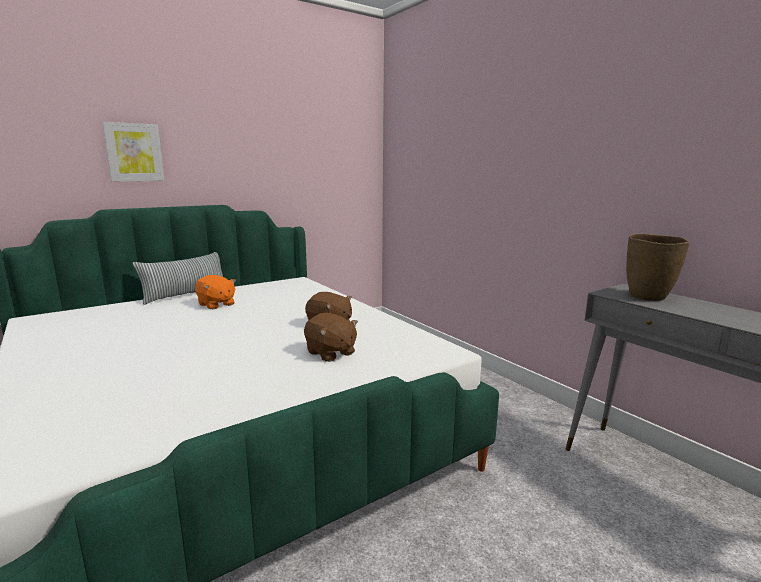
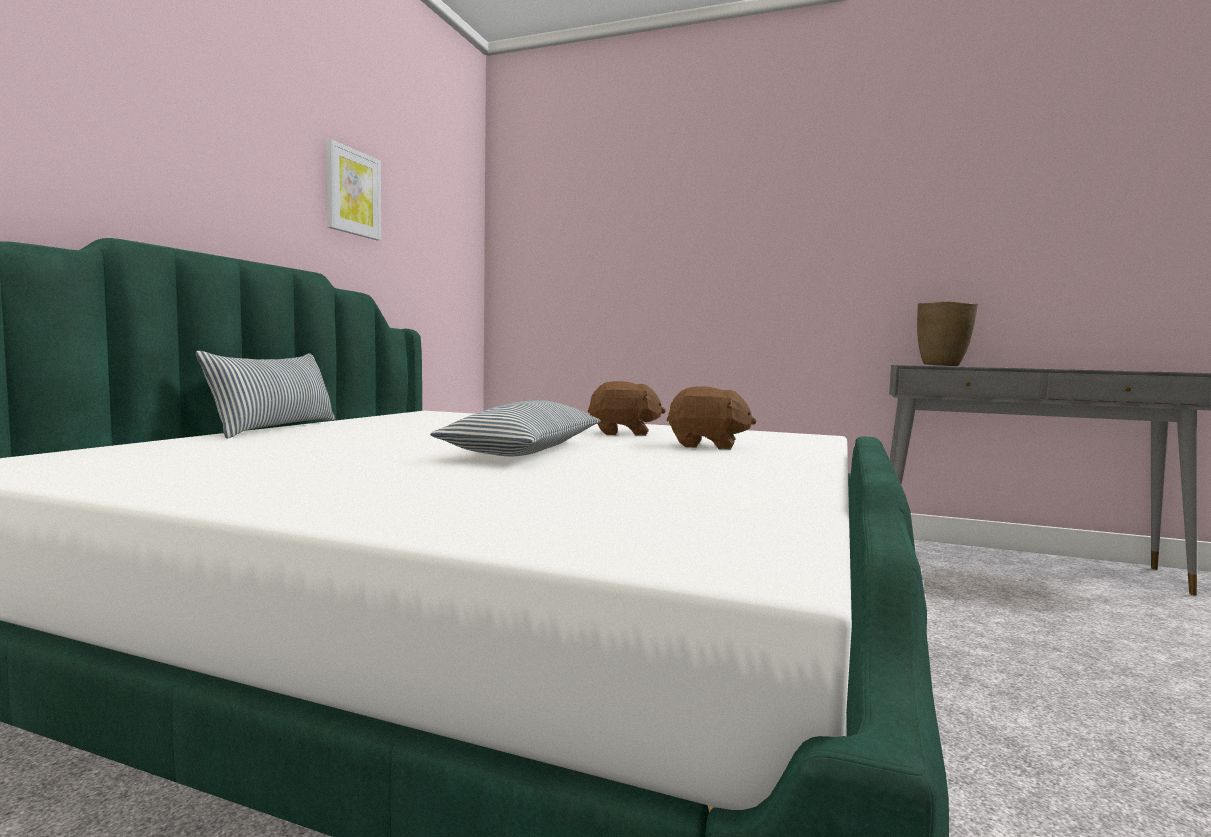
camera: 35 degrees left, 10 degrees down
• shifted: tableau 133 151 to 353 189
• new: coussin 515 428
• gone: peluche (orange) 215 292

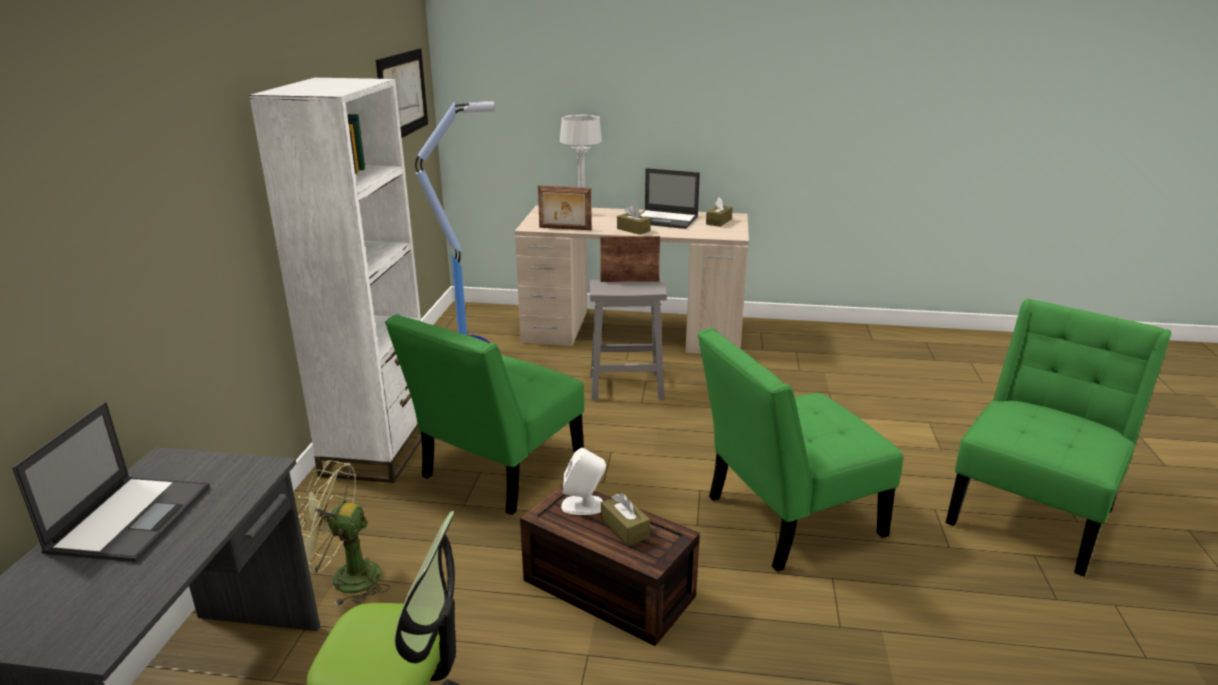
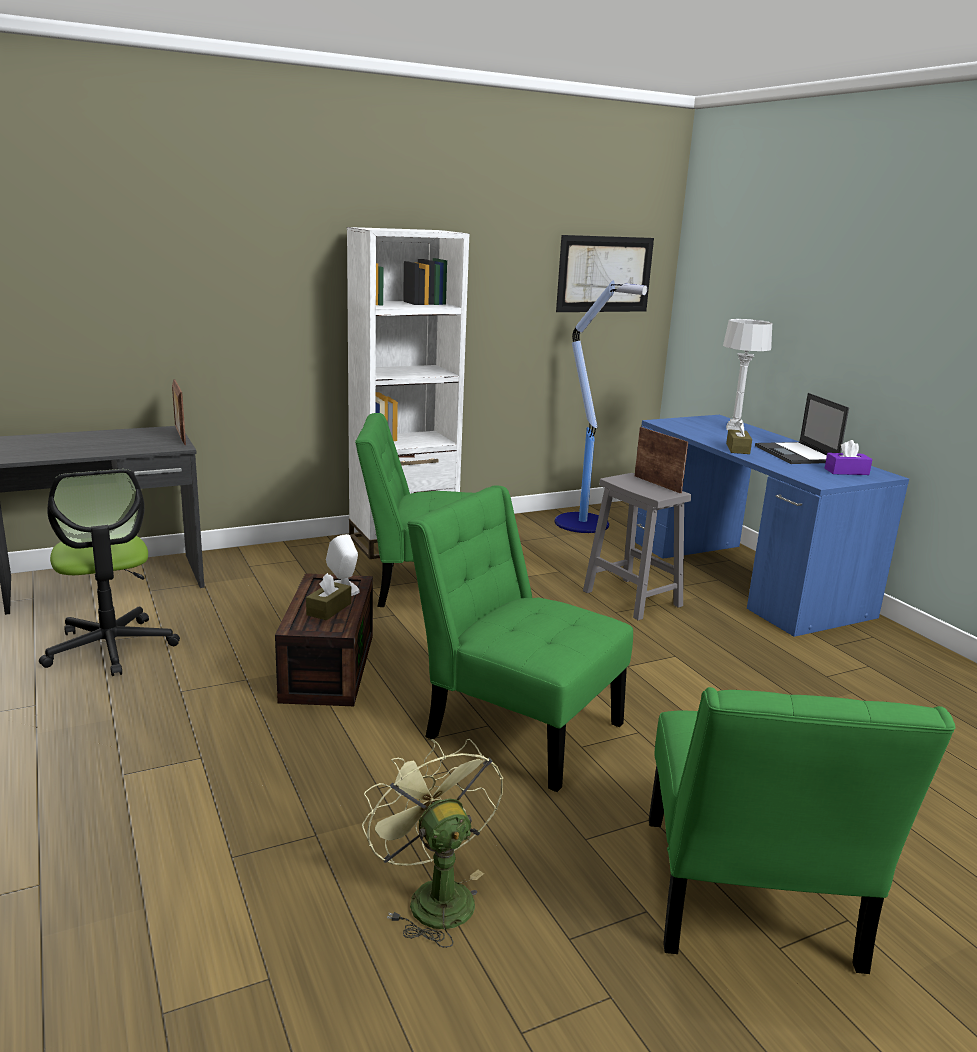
camera: 55 degrees right, 5 degrees down
• shifted: cadre photo 565 207 to 179 412
• shifted: ventilateur (vert) 344 533 to 432 843
• repainted: bureau (beige) 632 280 to bureau (bleu) 772 526
• rotated: chaise (vert) 1059 438 = 802 830 90 degrees clockwise
• repainted: boîte à mouchoirs (marron) 719 212 to boîte à mouchoirs (violet) 849 457
• gone: ordinateur portable 111 481

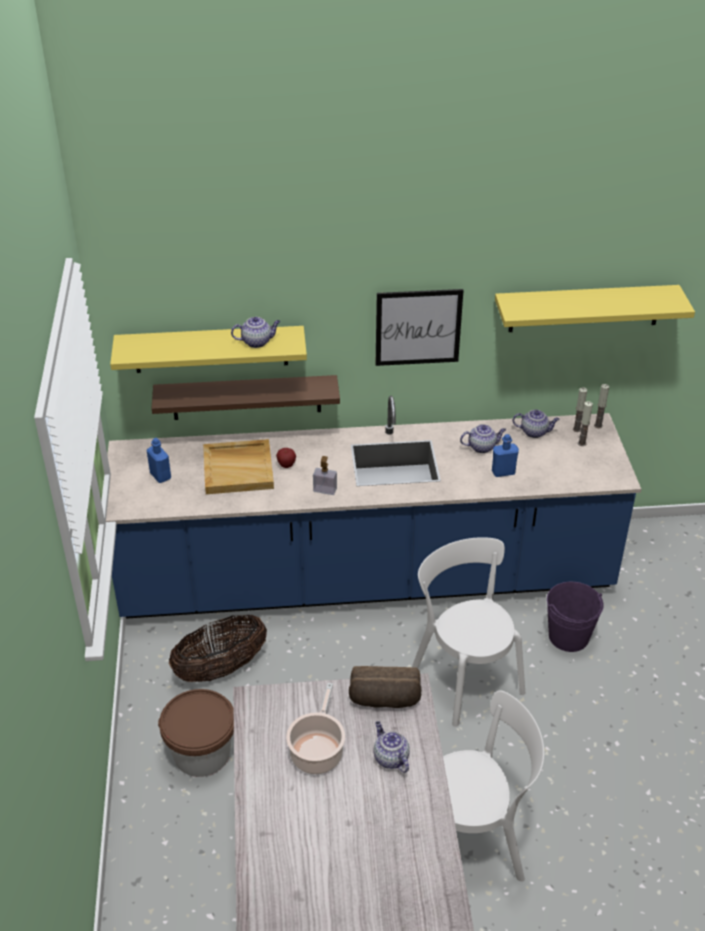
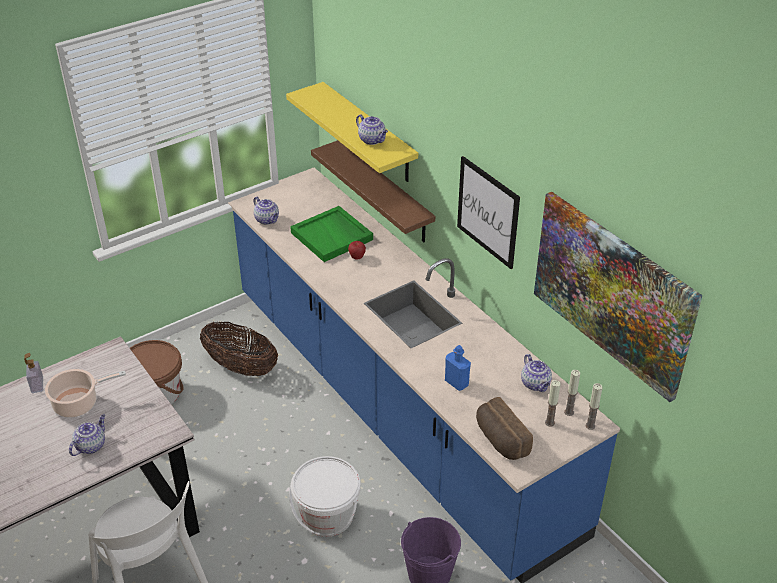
camera: 60 degrees right, 0 degrees up
• shifted: distributeur de savon 325 475 to 33 373
• shifted: théière 483 438 to 266 211
• swapped: chaise (blanc) 468 632 to seau (blanc) 325 496
• repainted: plateau (beige) 238 466 to plateau (vert) 331 234
• shifted: pain 385 687 to 504 428
• swapped: étagère (jaune) 595 308 to tableau 618 297
• gone: bouteille (bleu) 159 460

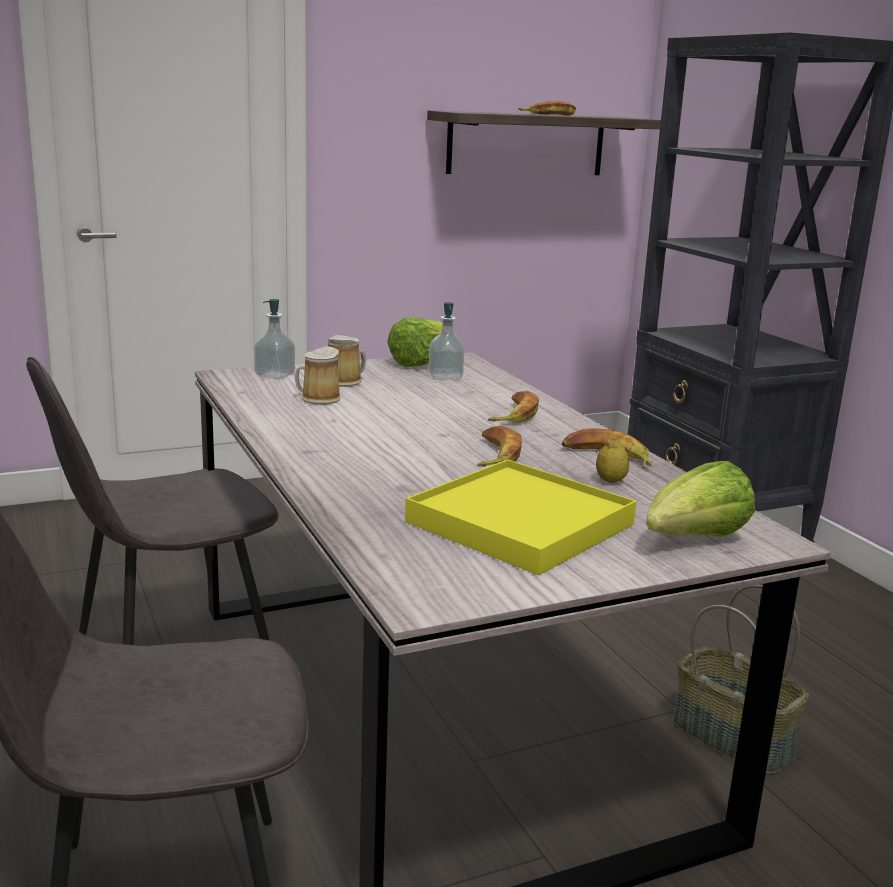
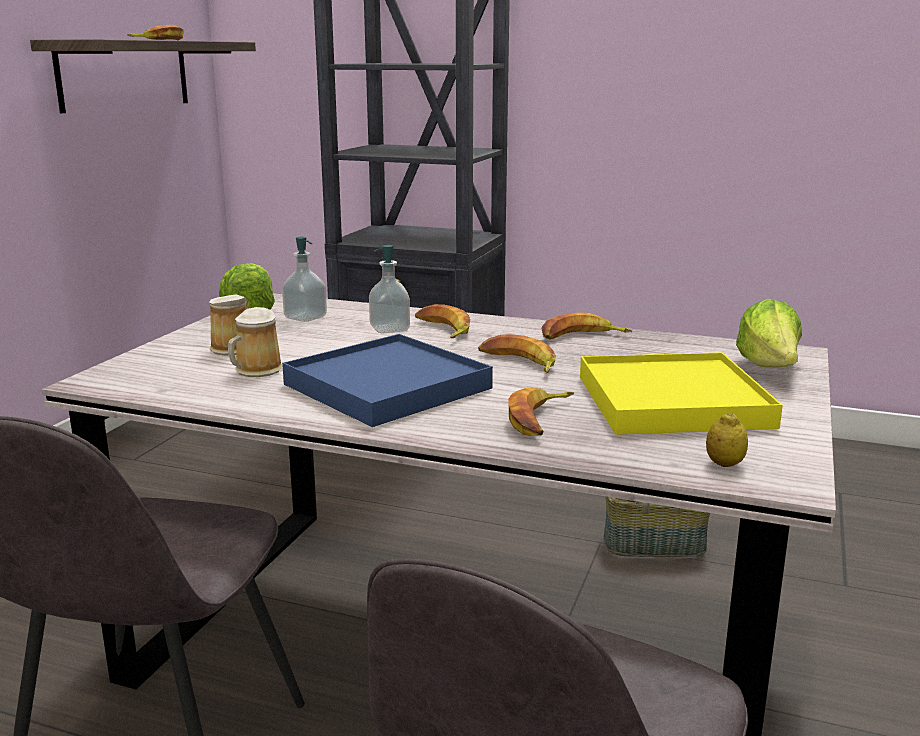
camera: 45 degrees left, 0 degrees up
• new: plateau (bleu) 387 380
• shifted: distributeur de savon 274 339 to 389 289
• new: banane 541 411
• shifted: citron 612 460 to 727 439

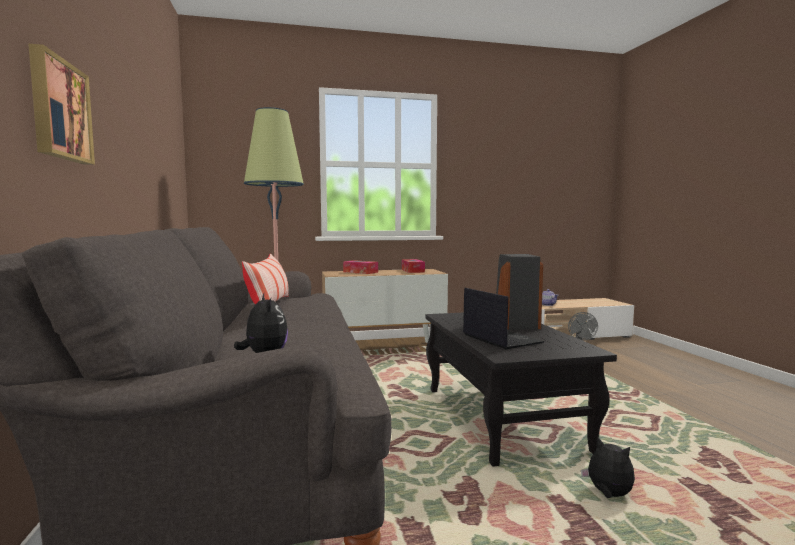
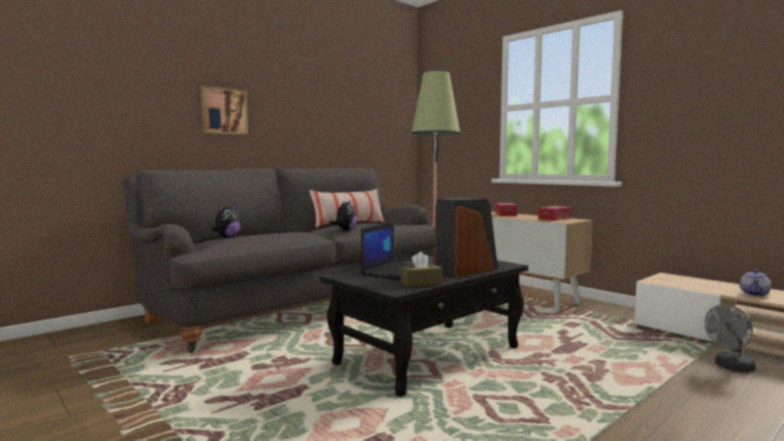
camera: 60 degrees right, 0 degrees up
• shifted: peluche 608 467 to 343 215
• new: boîte à mouchoirs (marron) 421 269

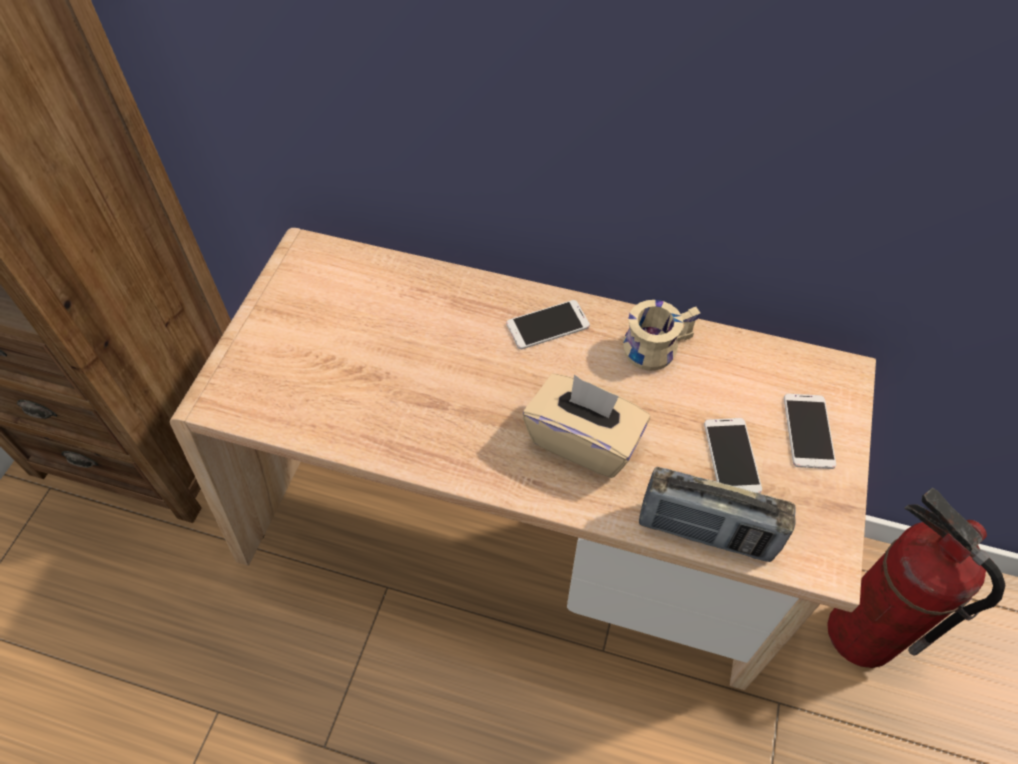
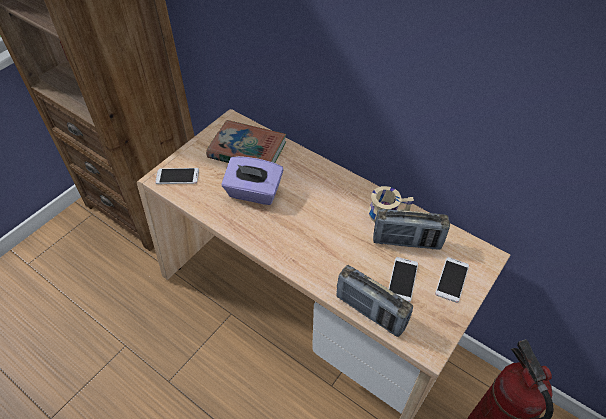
camera: 20 degrees right, 5 degrees down
• shifted: téléphone 548 324 to 177 176
• new: livre 246 141
• new: boîte à mouchoirs (violet) 252 180
• new: radio 411 229
• gone: boîte à mouchoirs (beige) 586 425

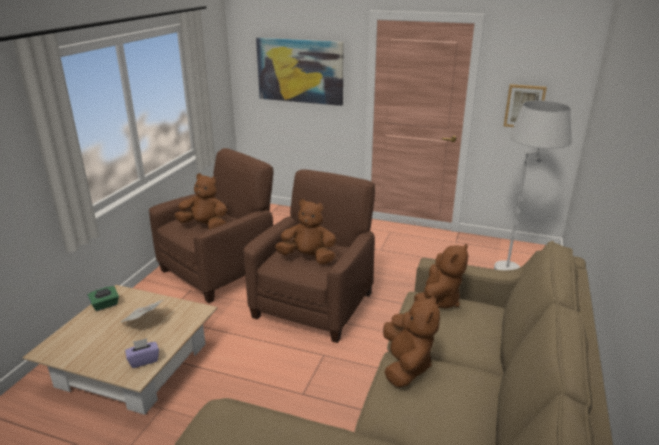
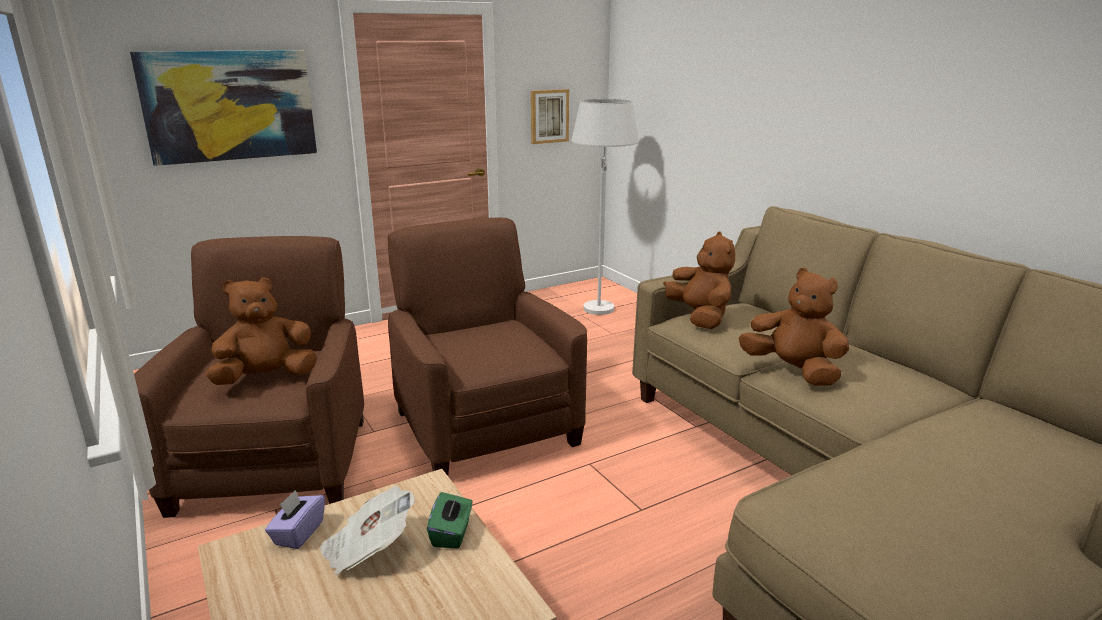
camera: 50 degrees left, 5 degrees down
• shifted: boîte à mouchoirs (violet) 142 353 to 295 519
• shifted: boîte à mouchoirs (vert) 103 298 to 449 520
• gone: peluche (marron) 305 231

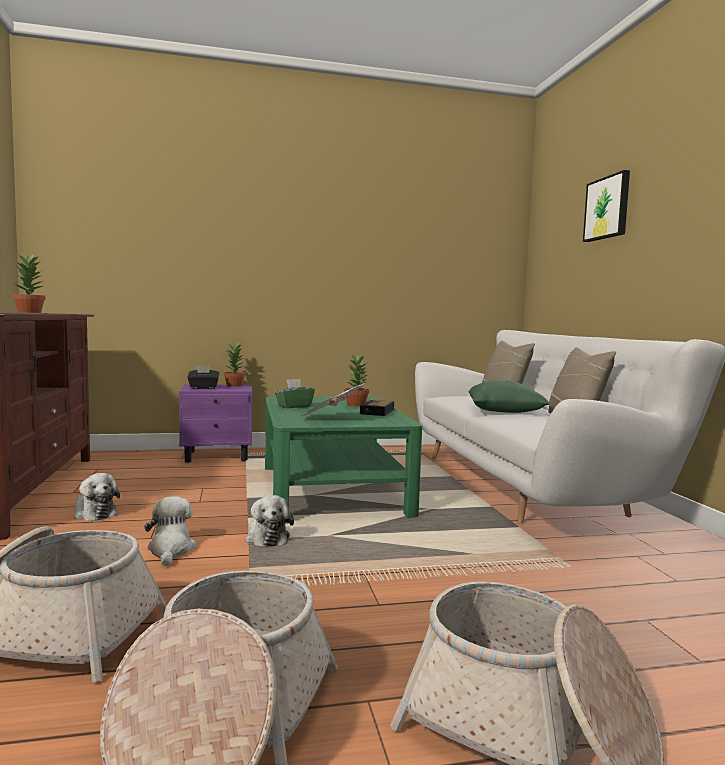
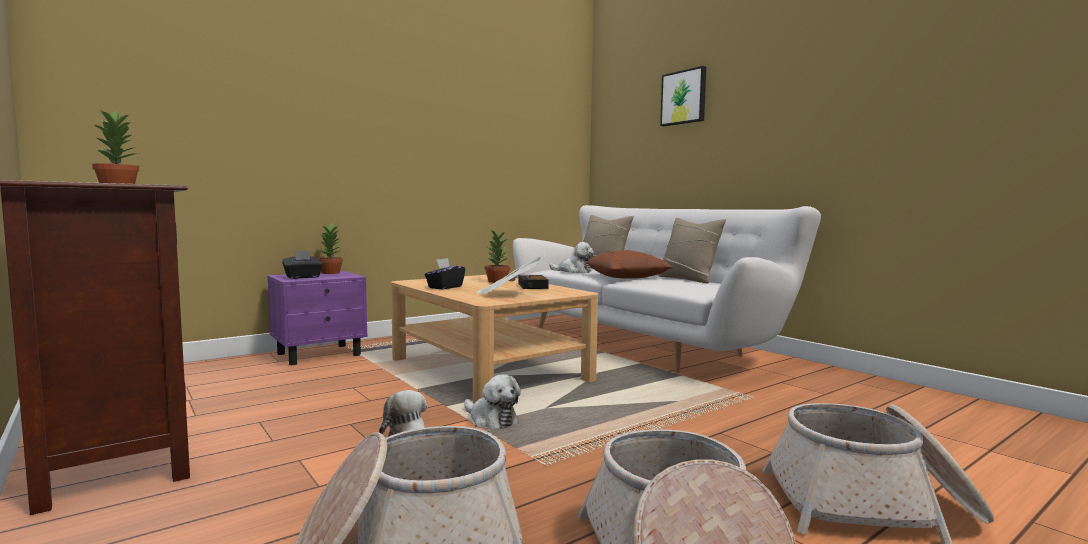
camera: 25 degrees left, 0 degrees up
• repainted: table basse (vert) 344 460 to table basse (beige) 494 339
• repainted: boîte à mouchoirs (vert) 295 393 to boîte à mouchoirs (noir) 445 273
• shifted: peluche 97 497 to 571 257
• repainted: coussin (vert) 509 397 to coussin (marron) 629 264

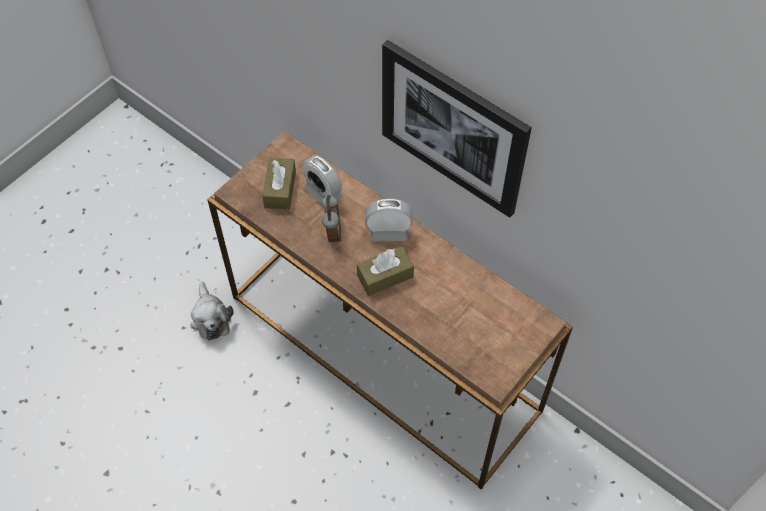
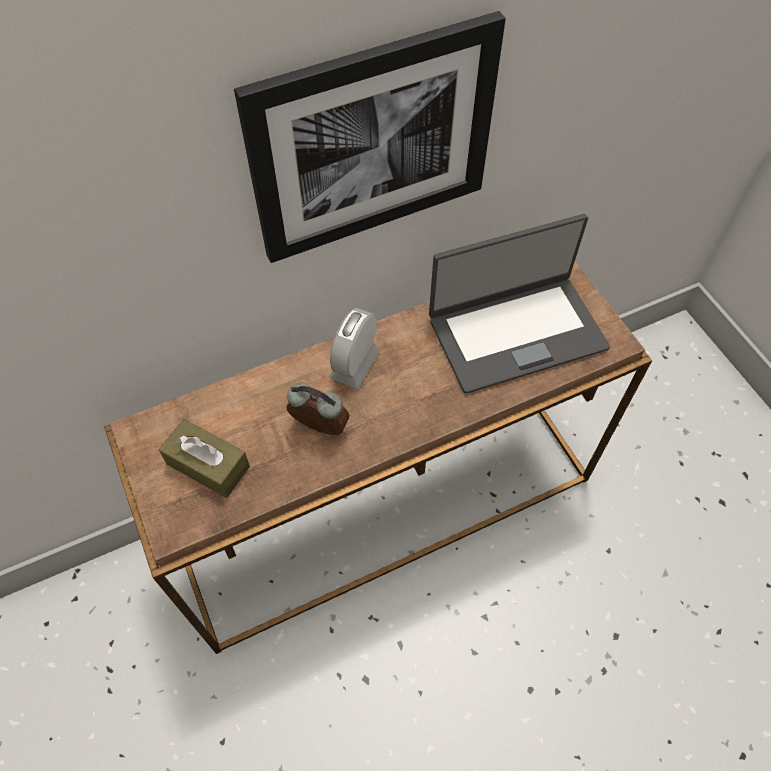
camera: 65 degrees left, 0 degrees up
• new: ordinateur portable 519 304
• gone: peluche 212 311
• gone: réveil 322 179
• gone: boîte à mouchoirs (marron) 385 271

